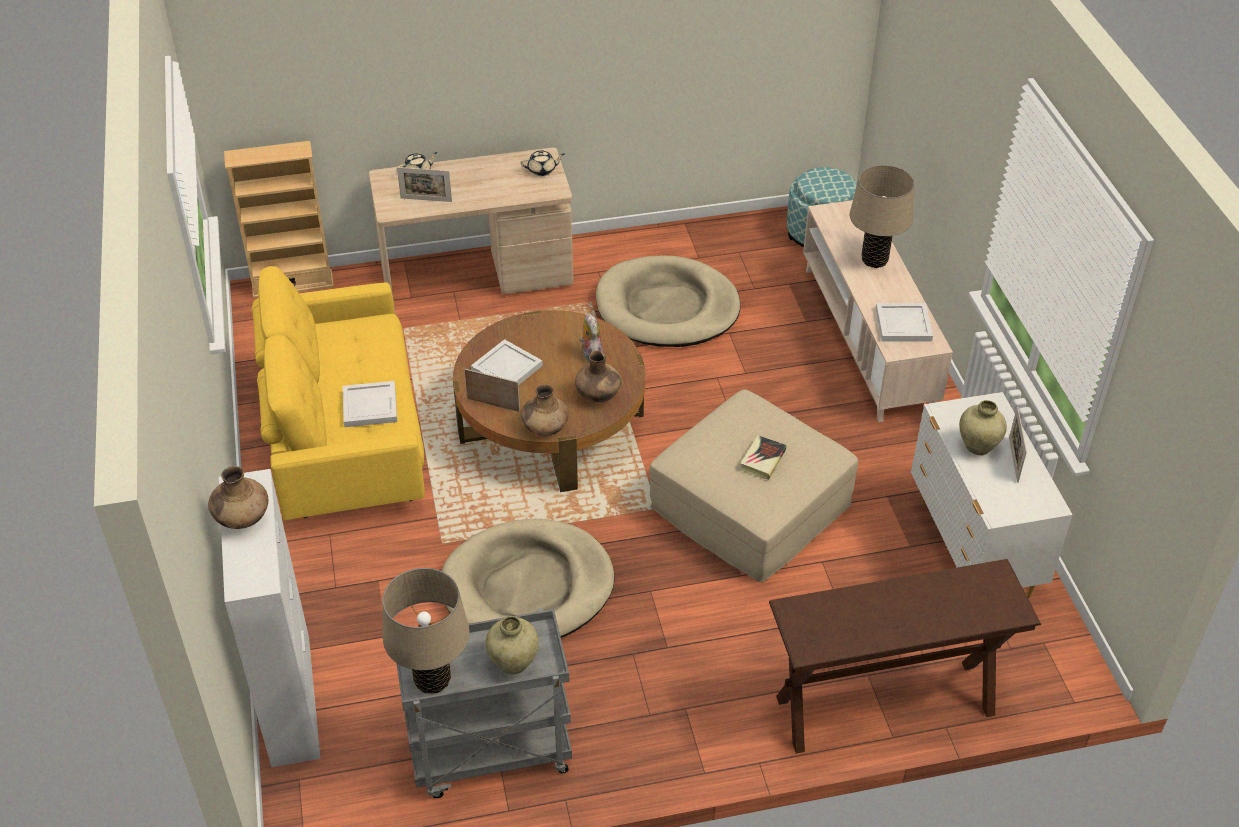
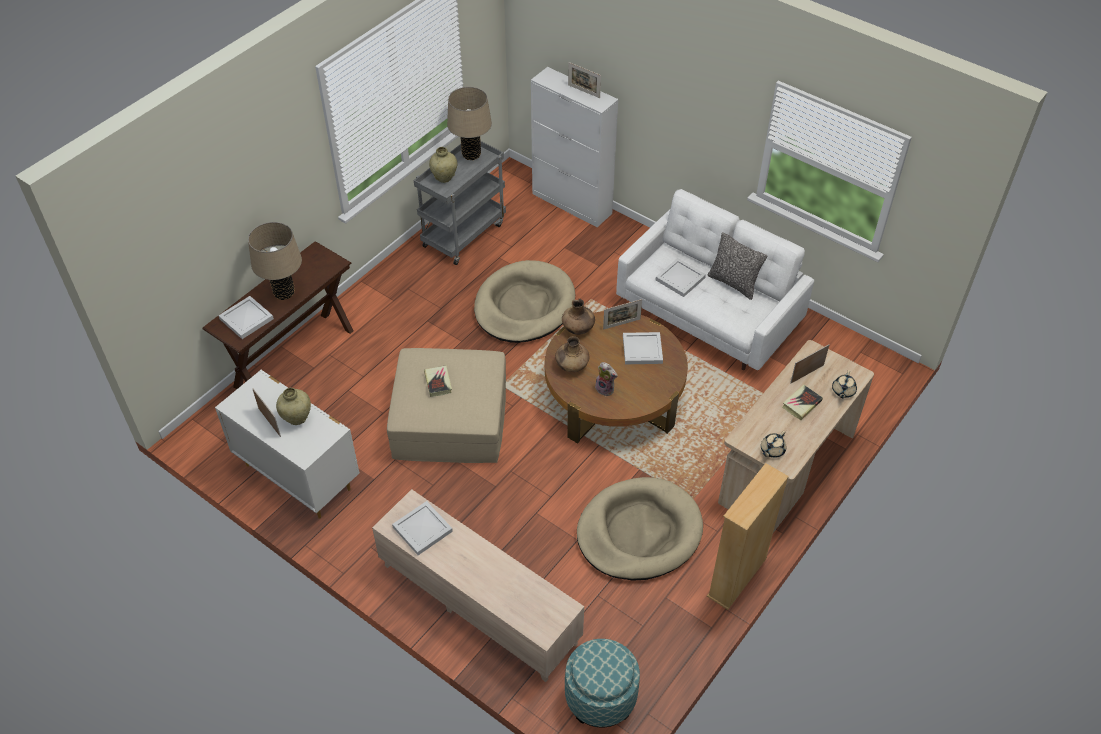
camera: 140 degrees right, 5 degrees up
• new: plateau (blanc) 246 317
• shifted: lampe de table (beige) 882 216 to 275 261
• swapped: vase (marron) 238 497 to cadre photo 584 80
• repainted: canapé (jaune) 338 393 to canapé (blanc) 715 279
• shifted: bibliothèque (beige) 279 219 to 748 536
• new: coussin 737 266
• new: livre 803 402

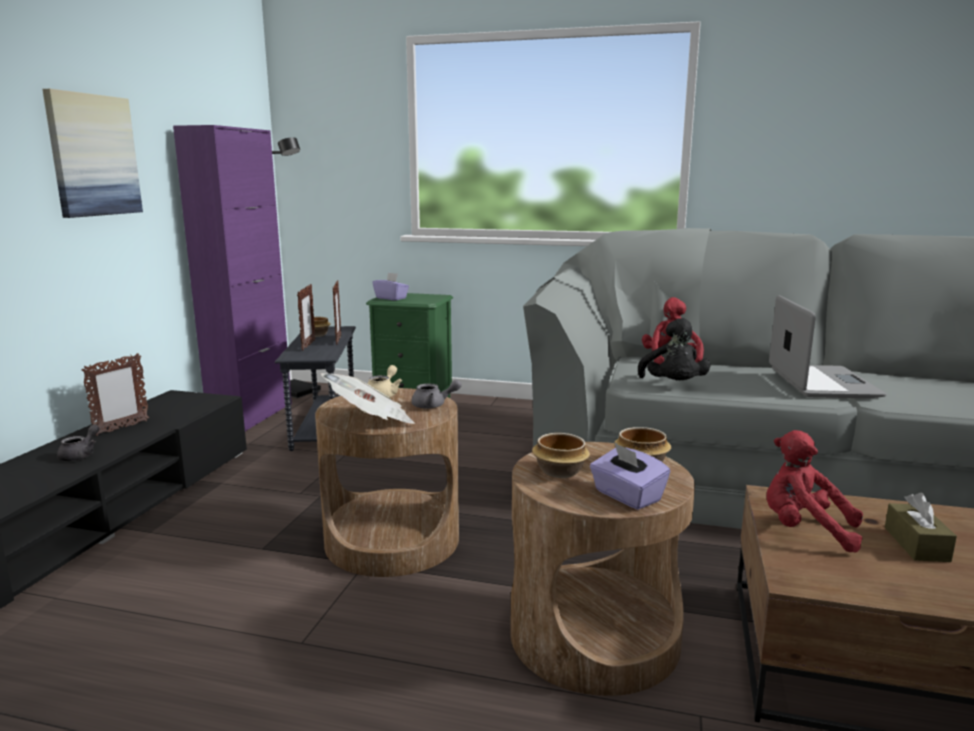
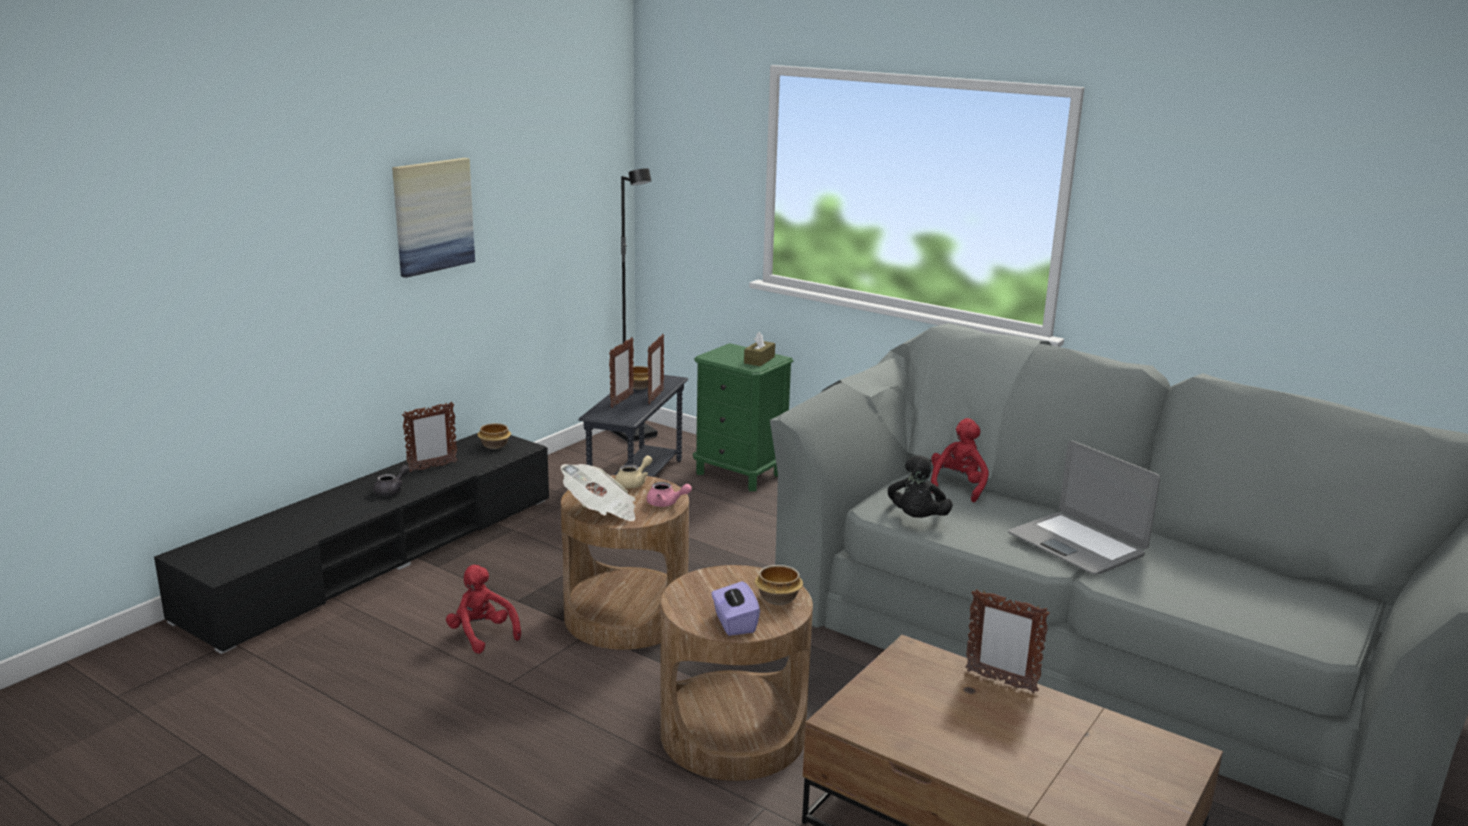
camera: 20 degrees right, 5 degrees up
• shifted: peluche (rouge) 814 491 to 483 609
• shifted: bol 561 455 to 494 436
• repainted: théière (gris) 436 394 to théière (rose) 669 494
• shifted: boîte à mouchoirs (marron) 921 527 to 759 349
• new: cadre photo 1007 641
• rotated: ordinateur portable 828 347 = 1084 508 120 degrees clockwise
• gone: meuble de rangement (violet) 232 278
• gone: boîte à mouchoirs (violet) 391 286

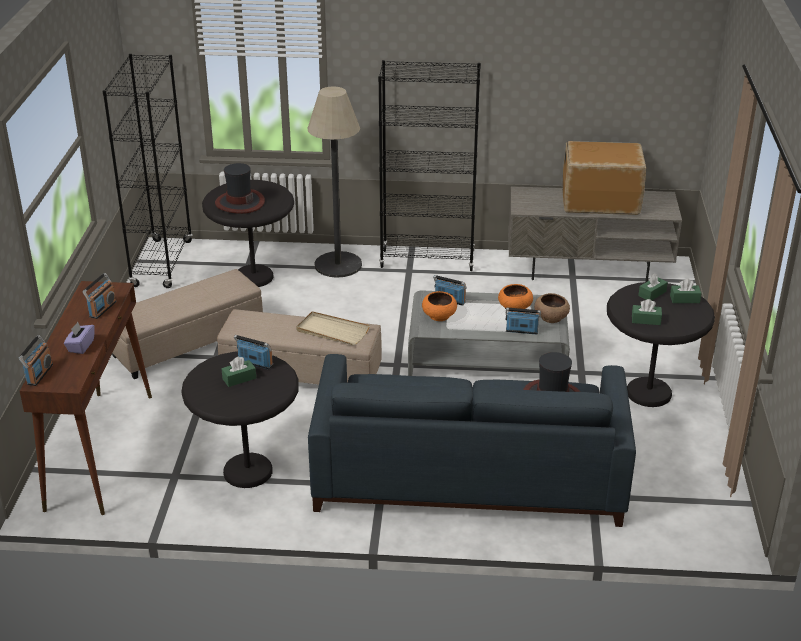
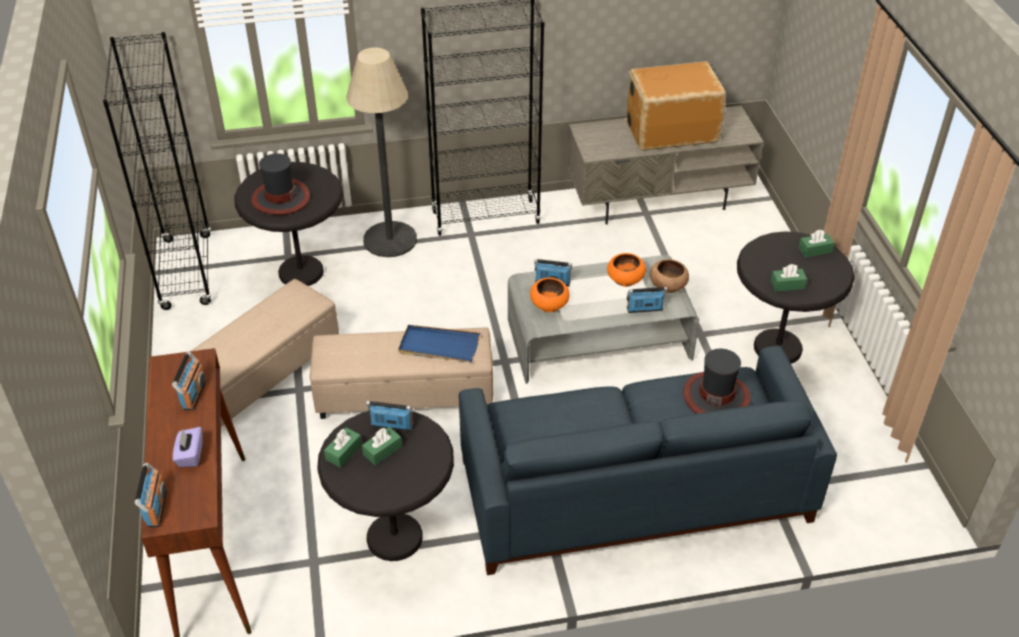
camera: 15 degrees left, 10 degrees up
• shifted: boîte à mouchoirs (vert) 653 287 to 343 448
• repainted: plateau (beige) 333 328 to plateau (bleu) 439 344

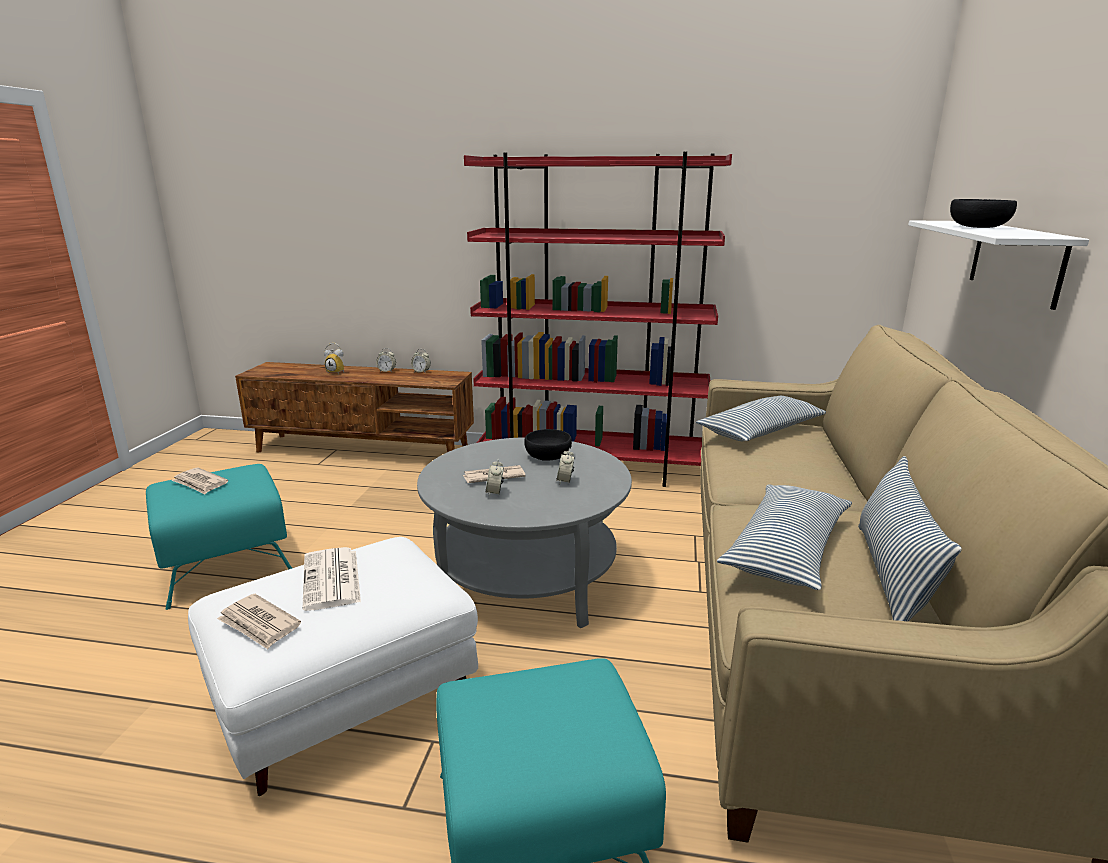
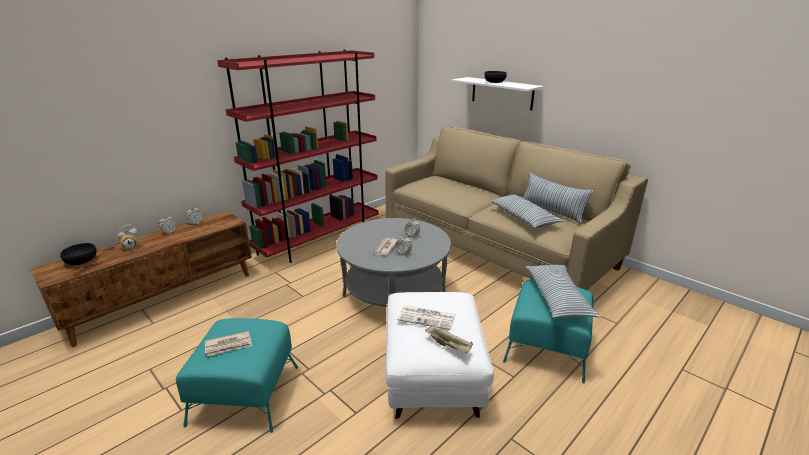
camera: 55 degrees left, 5 degrees up
• shifted: bol (noir) 548 445 to 78 254
• swapped: journal 259 621 to plateau (beige) 449 339
• shifted: coussin 761 418 to 563 291

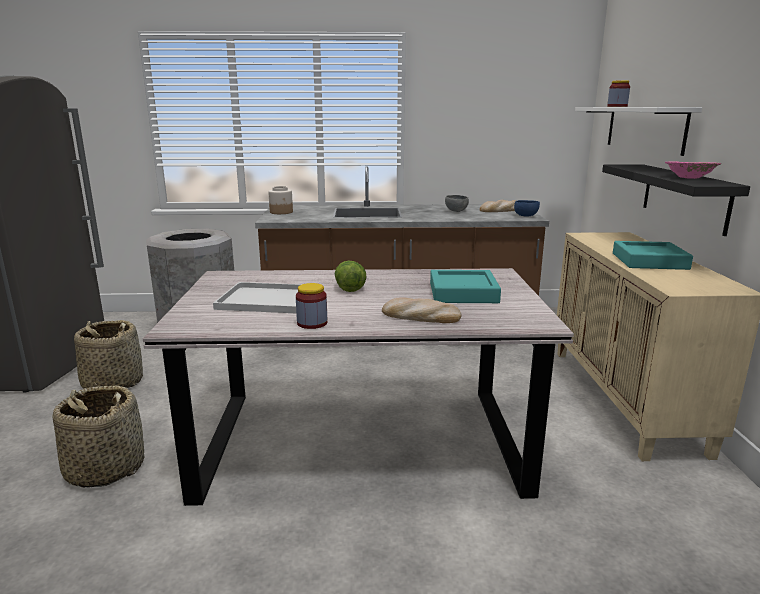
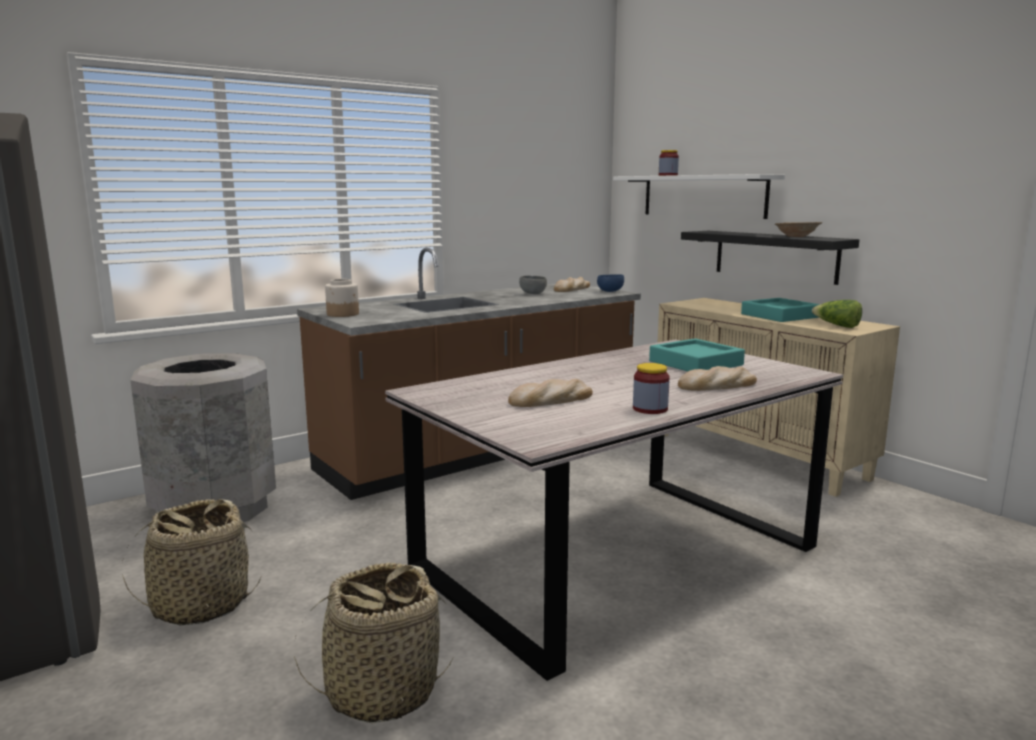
camera: 35 degrees left, 5 degrees down
• swapped: plateau (blanc) 257 297 to pain 550 393
• repainted: bol (rose) 693 170 to bol (marron) 799 229
• shifted: laitue 351 276 to 837 314

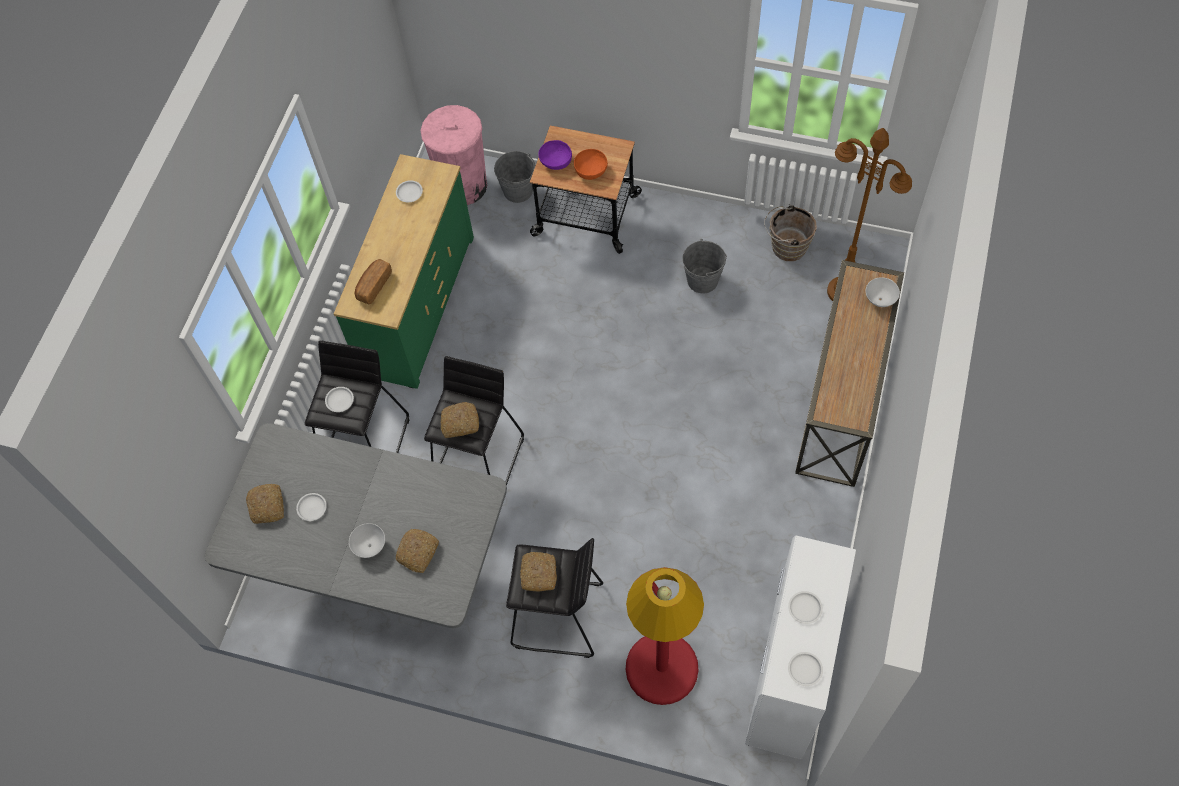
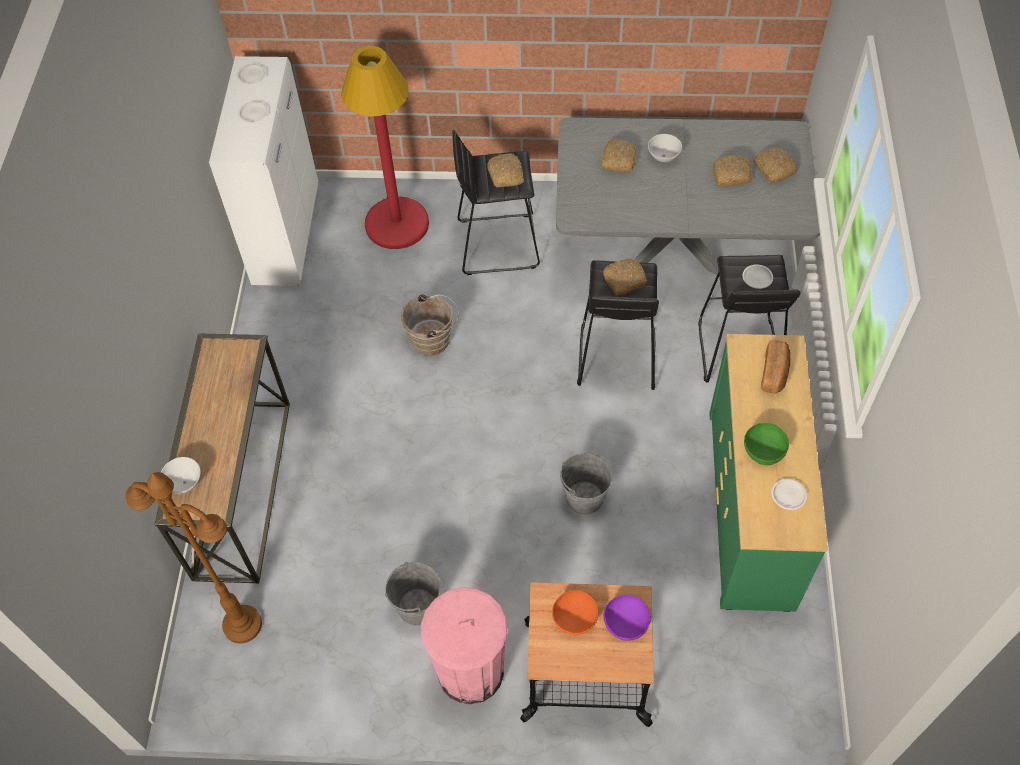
camera: 165 degrees right, 5 degrees down
• shifted: seau (marron) 790 232 to 430 324
• shifted: poubelle (rose) 454 155 to 464 646
• shifted: seau (gris) 514 177 to 586 484
• swapped: assiette (blanc) 311 507 to pain 732 170
• new: bol (vert) 766 444

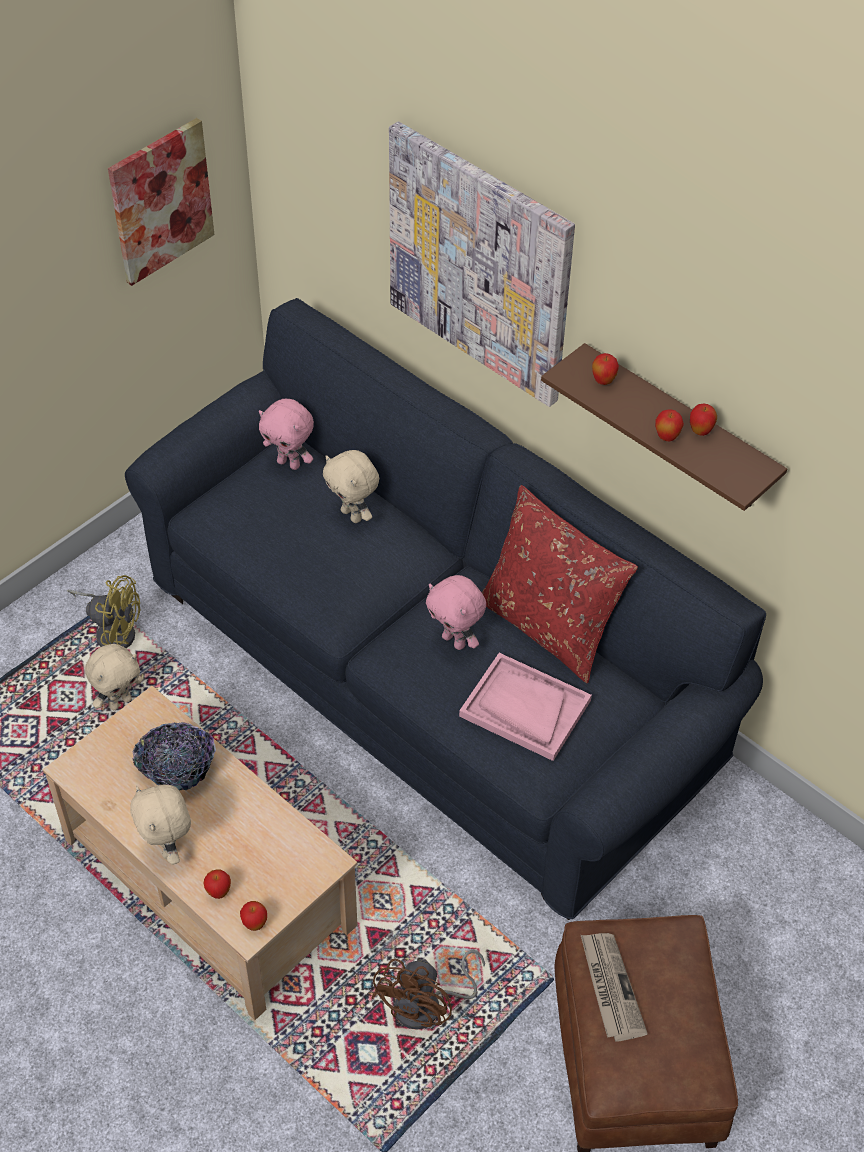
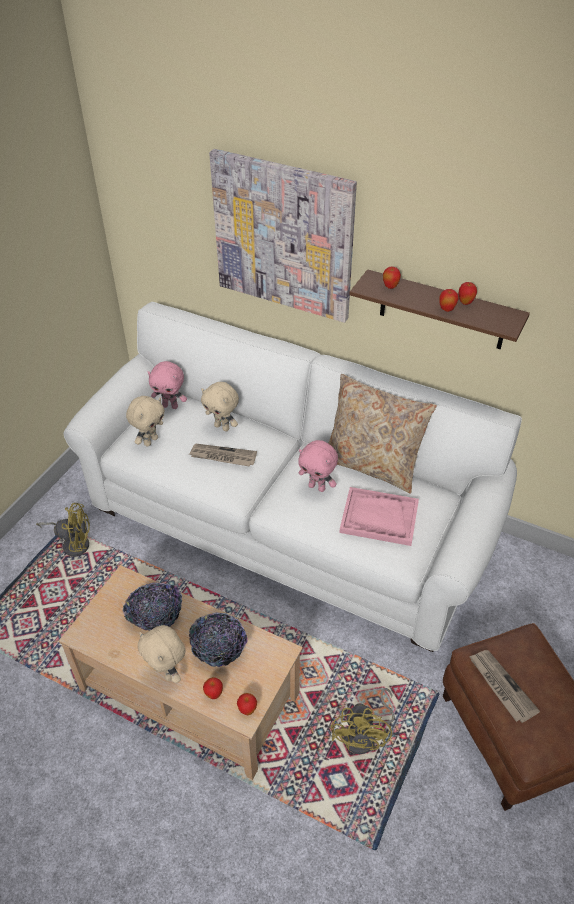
camera: 15 degrees left, 5 degrees down
• repainted: canapé (bleu) 445 609 to canapé (blanc) 293 477
• shifted: peluche (beige) 113 677 to 145 421
• new: journal 223 455
• new: bol 218 639
• repainted: coussin (rouge) 559 584 to coussin (beige) 382 434
• repainted: ventilateur (marron) 428 989 to ventilateur (jaune) 362 721
• gone: tableau 161 202

